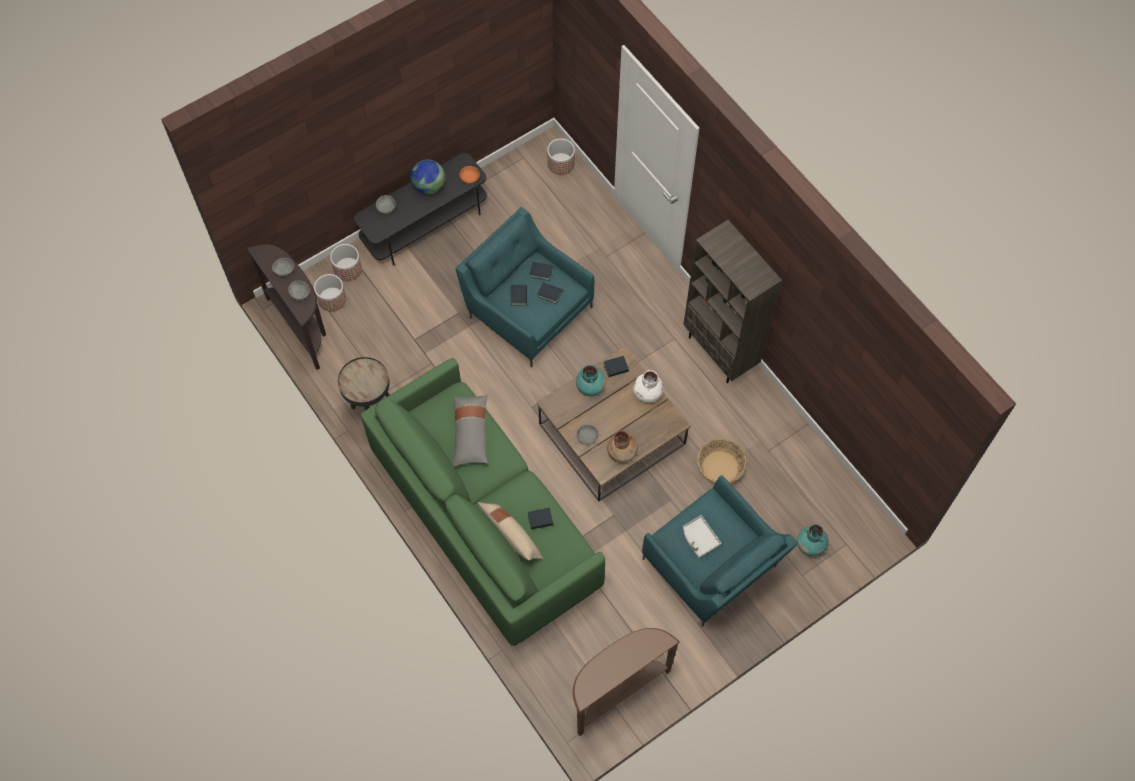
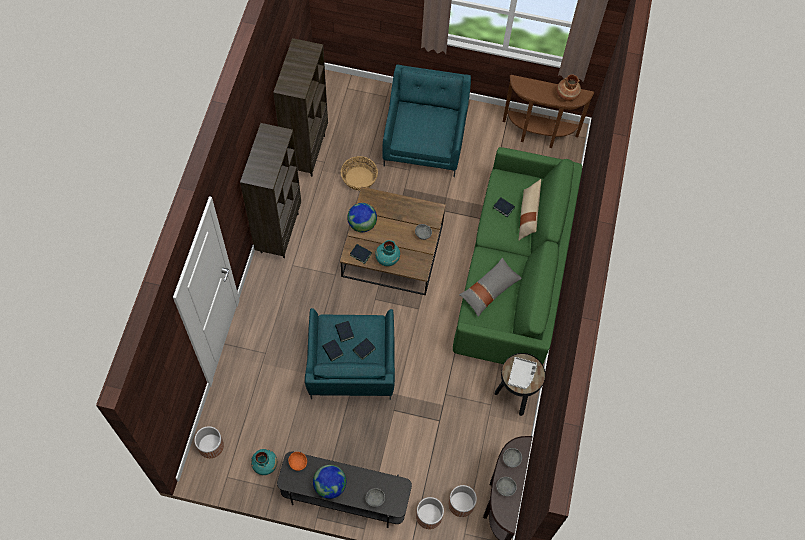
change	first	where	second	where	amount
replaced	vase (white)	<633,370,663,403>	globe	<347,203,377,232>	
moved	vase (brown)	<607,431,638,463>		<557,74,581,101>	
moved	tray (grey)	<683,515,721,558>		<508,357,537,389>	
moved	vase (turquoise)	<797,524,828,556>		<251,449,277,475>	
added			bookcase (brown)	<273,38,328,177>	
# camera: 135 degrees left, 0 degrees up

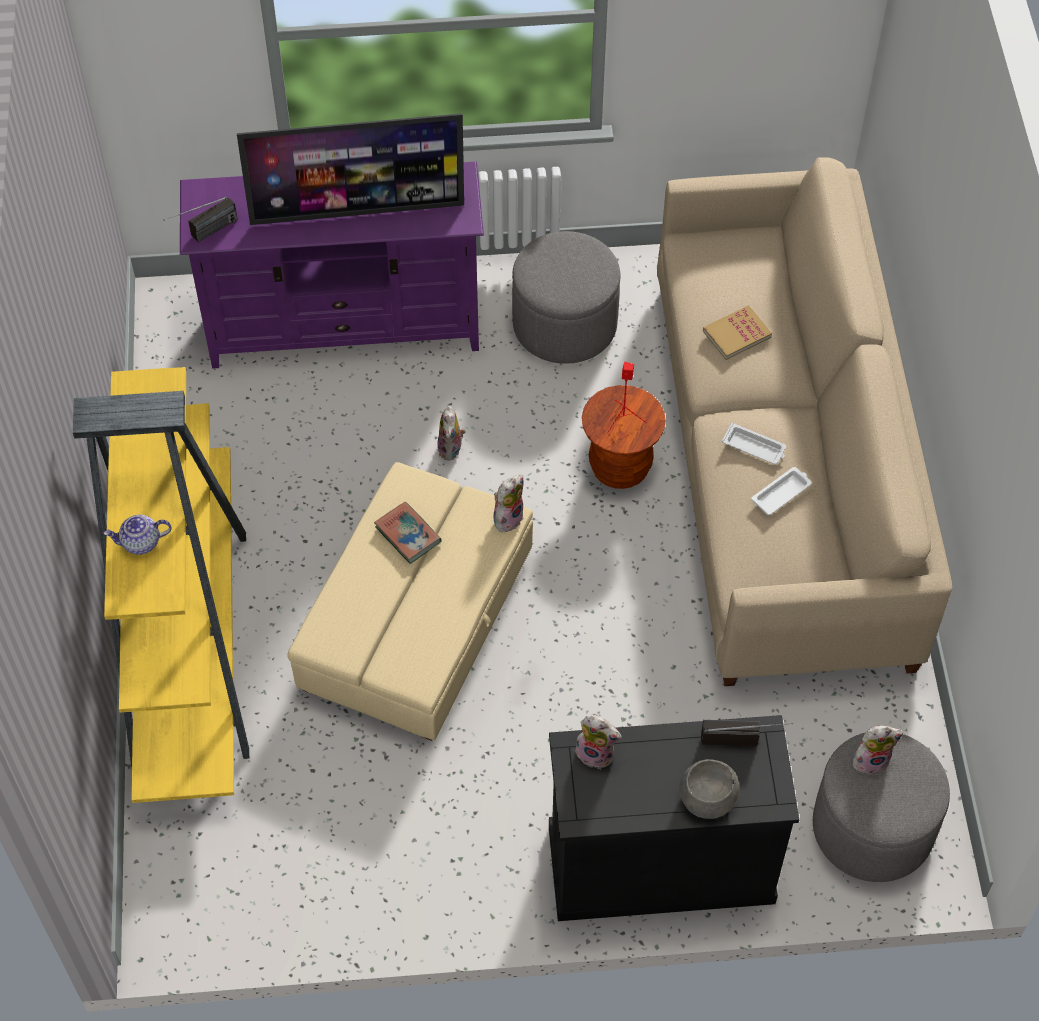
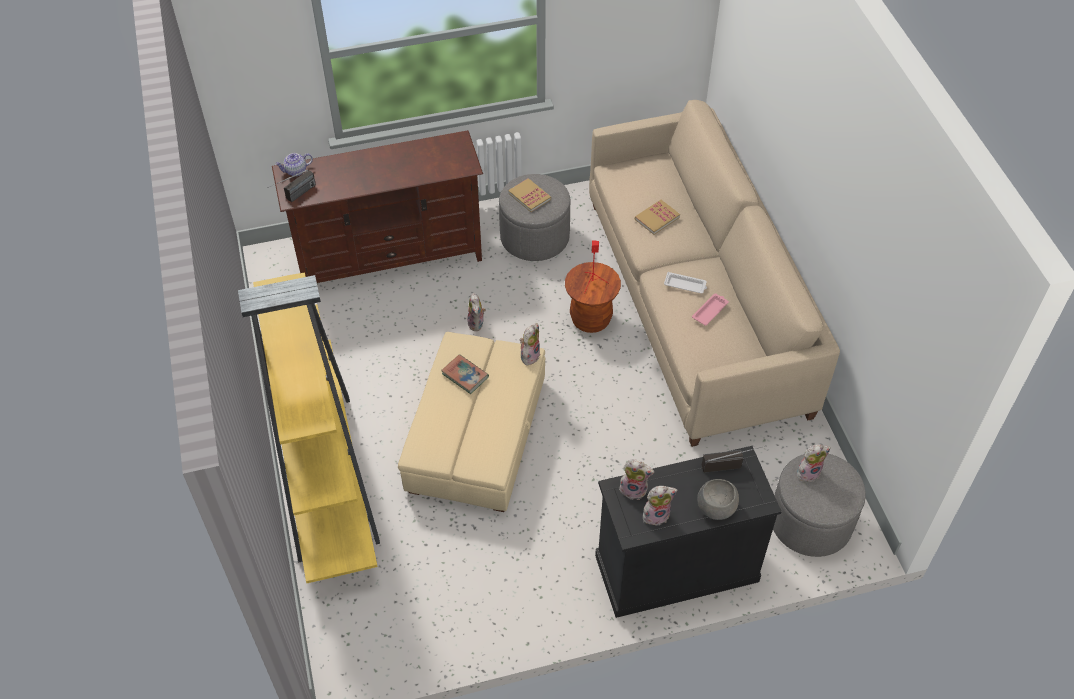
change	first	where	second	where	amount
removed	television	<237,113,464,225>			
recoloured	tv stand (purple)	<180,162,484,369>	tv stand (brown)	<272,130,483,283>	
recoloured	tray (white)	<751,467,812,515>	tray (pink)	<692,293,729,326>	
moved	teapot	<104,515,172,555>		<275,153,313,176>	
added			book	<508,178,551,212>	
added			plush toy	<643,486,678,526>	
# camera: 10 degrees left, 5 degrees down

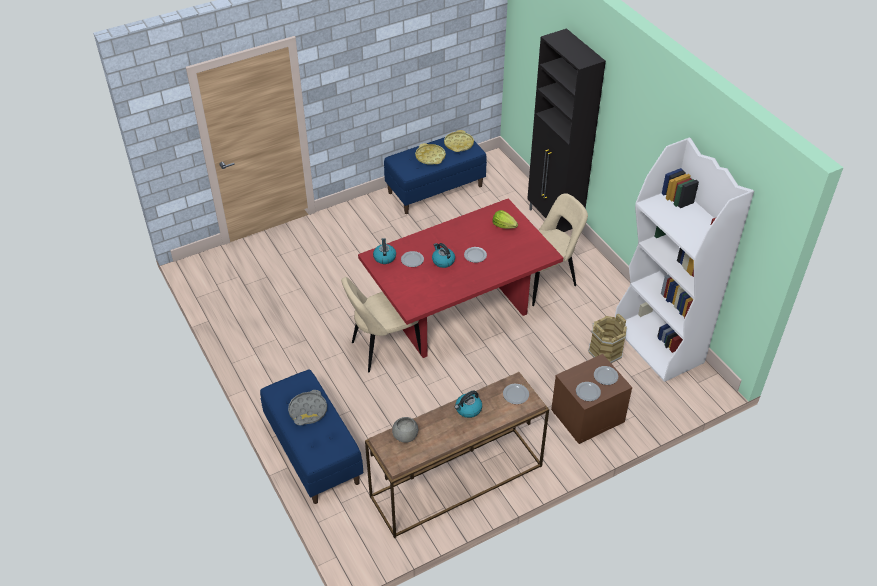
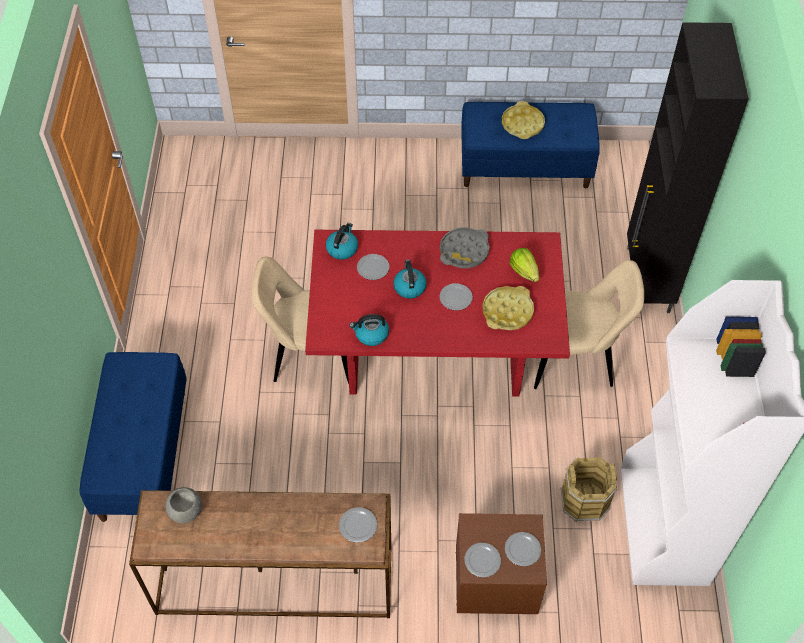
change	first	where	second	where	amount
moved	tray (yellow)	<444,130,474,152>		<482,286,534,330>	
moved	tray (grey)	<288,390,327,426>		<440,228,490,268>	
moved	kettle	<455,391,482,418>		<349,314,389,346>	
# camera: 30 degrees right, 10 degrees up

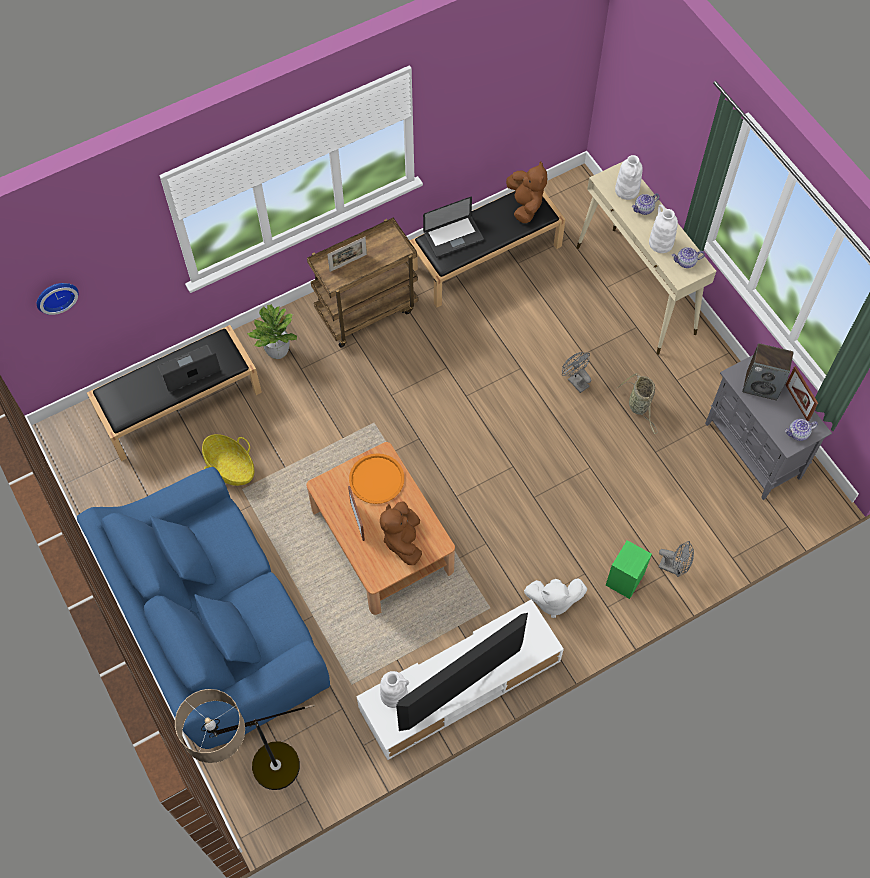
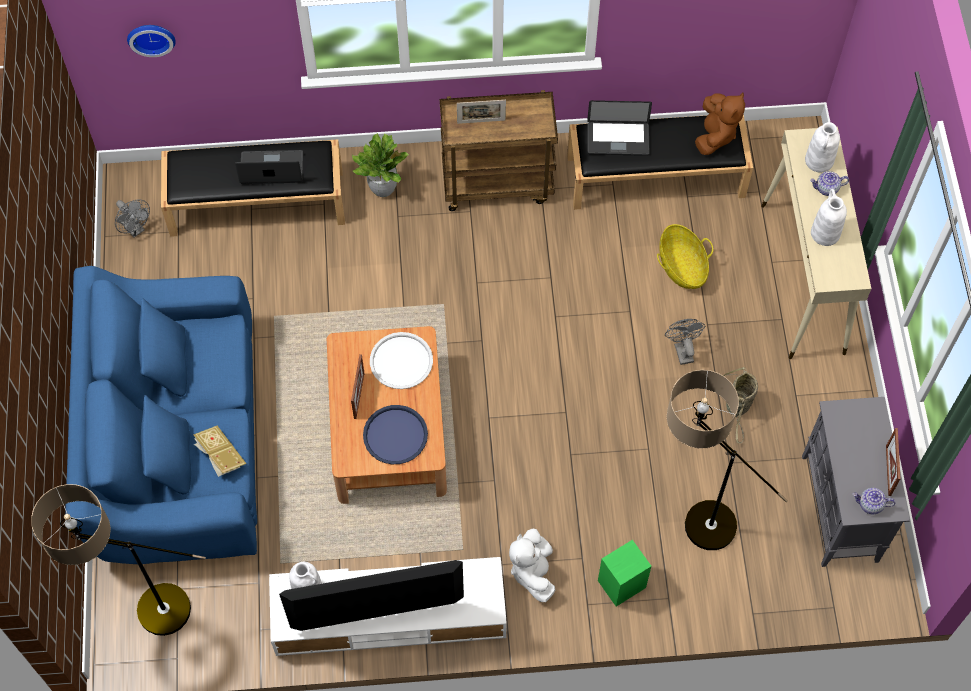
change	first	where	second	where	amount
removed	teapot	<672,247,705,268>			
removed	speaker	<742,343,794,400>			
moved	basket	<202,434,254,486>		<657,224,713,289>	
recoloured	tray (orange)	<349,453,404,504>	tray (white)	<370,332,433,389>	
replaced	plush toy (brown)	<380,502,422,565>	tray (blue)	<363,405,428,464>	
moved	fan (grey)	<659,541,694,577>		<115,199,150,237>	
turned	plush toy (white)	<524,579,587,618>		<509,529,555,602>	60 degrees clockwise
added			floor lamp	<666,370,788,550>	
added			book	<194,426,246,477>	
# camera: 25 degrees right, 0 degrees up

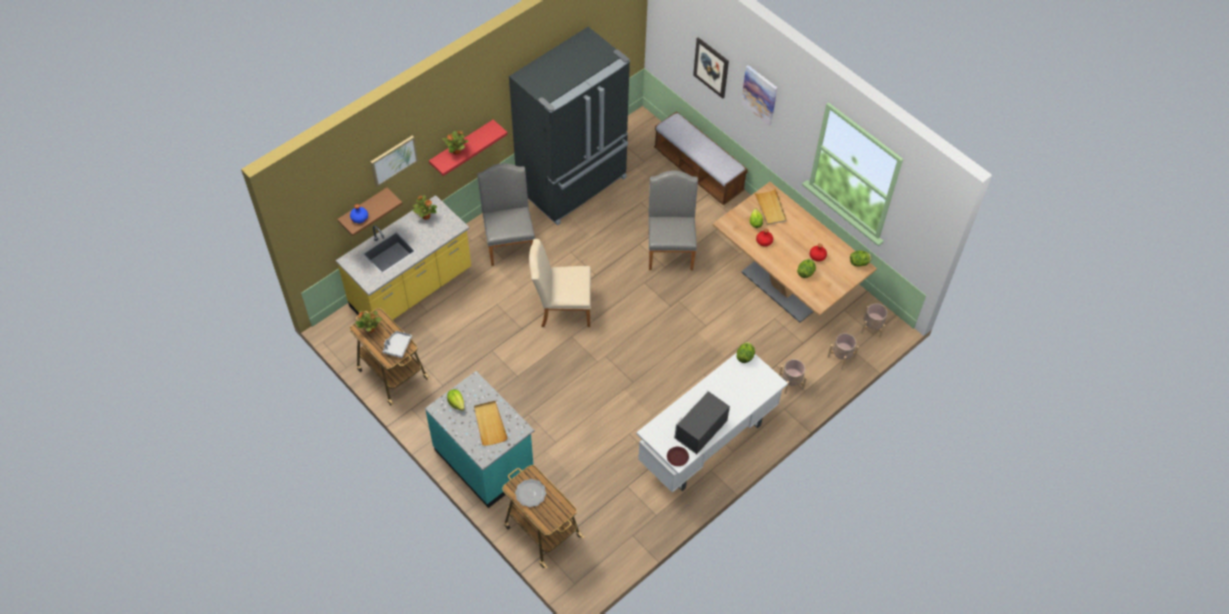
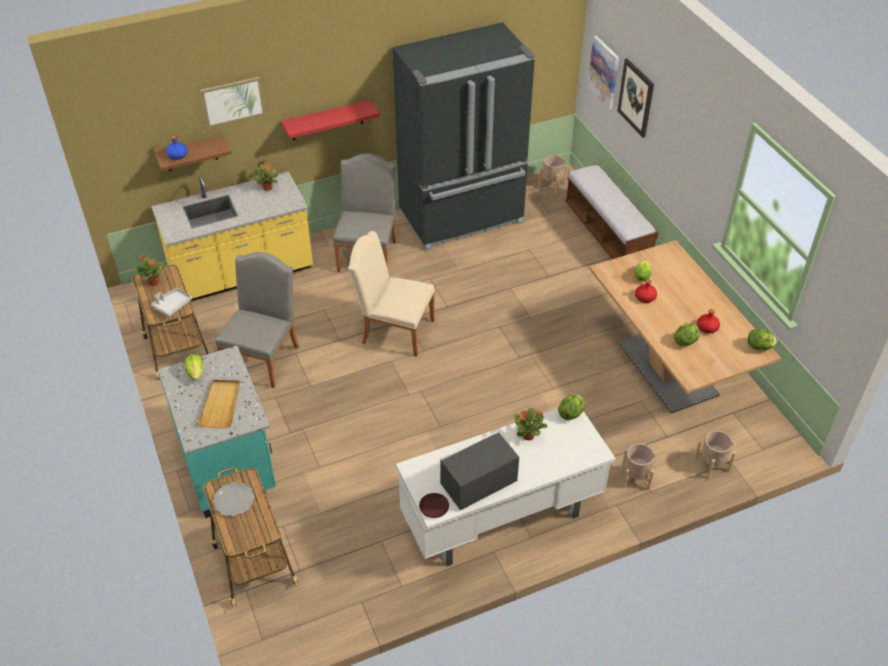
change	first	where	second	where	amount
moved	picture	<741,65,777,126>		<588,35,619,110>	
moved	potted plant	<442,131,468,155>		<512,408,547,440>	
moved	chair (grey)	<648,170,698,271>		<215,252,299,388>	
removed	tray (beige)	<754,188,787,225>			
moved	planter (beige)	<861,303,888,338>		<538,155,567,194>	
# camera: 20 degrees right, 10 degrees down

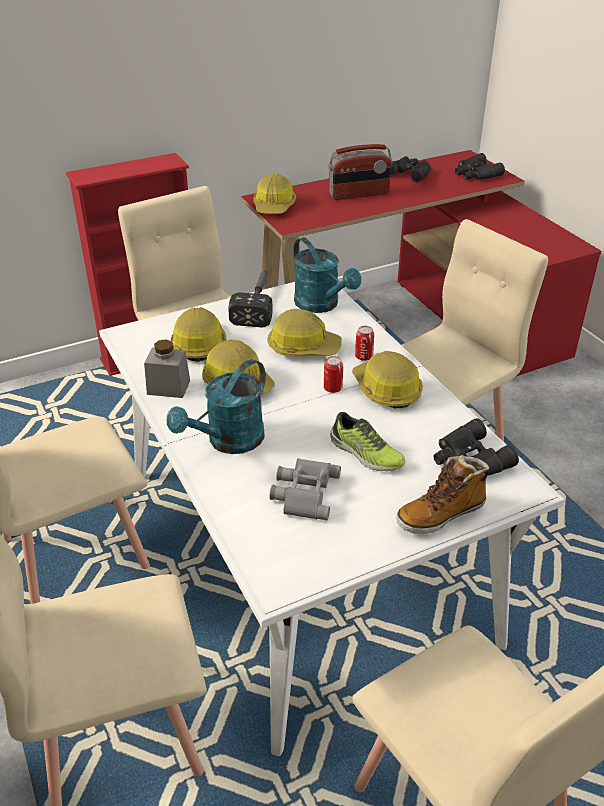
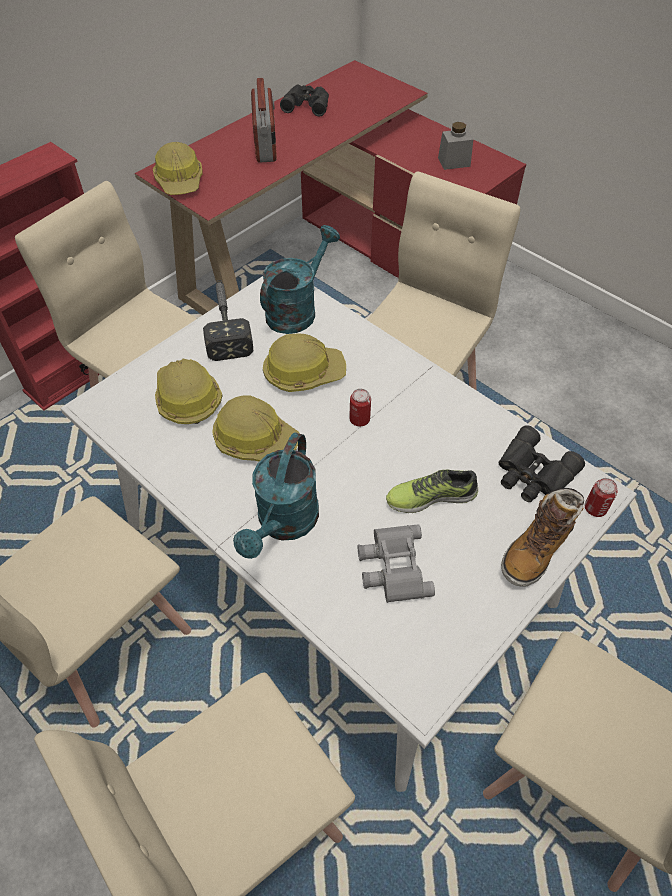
change	first	where	second	where	amount
turned	radio	<328,144,392,200>		<251,78,277,162>	60 degrees counterclockwise
removed	binoculars (black)	<455,153,505,180>			
turned	watering can (turquoise)	<293,237,361,313>		<260,225,340,334>	90 degrees counterclockwise
moved	can	<355,326,374,361>		<585,478,618,517>	
moved	jar (grey)	<144,339,190,398>		<438,122,473,170>	
removed	hard hat	<352,351,423,408>			
turned	shoe	<330,412,406,471>		<386,470,478,513>	150 degrees clockwise
# camera: 20 degrees left, 15 degrees up

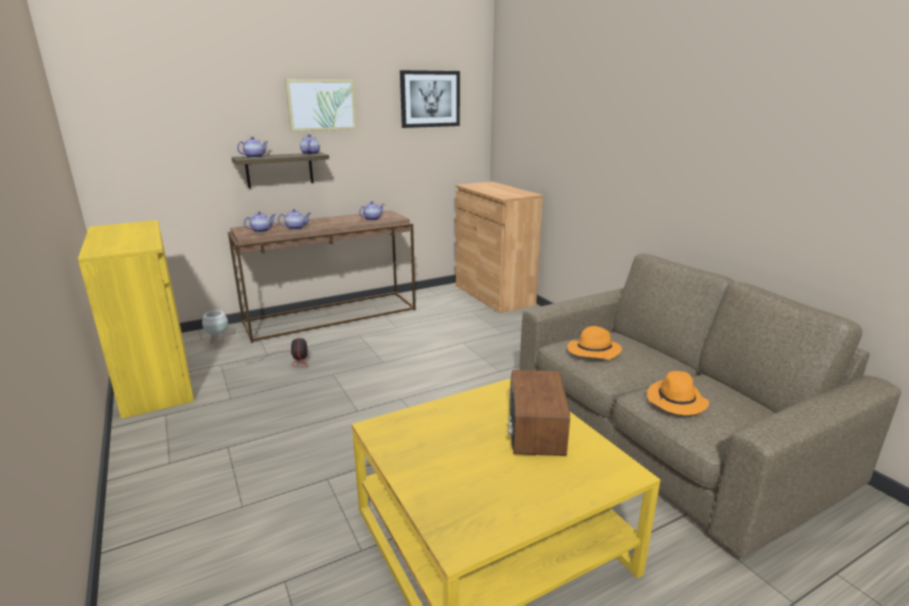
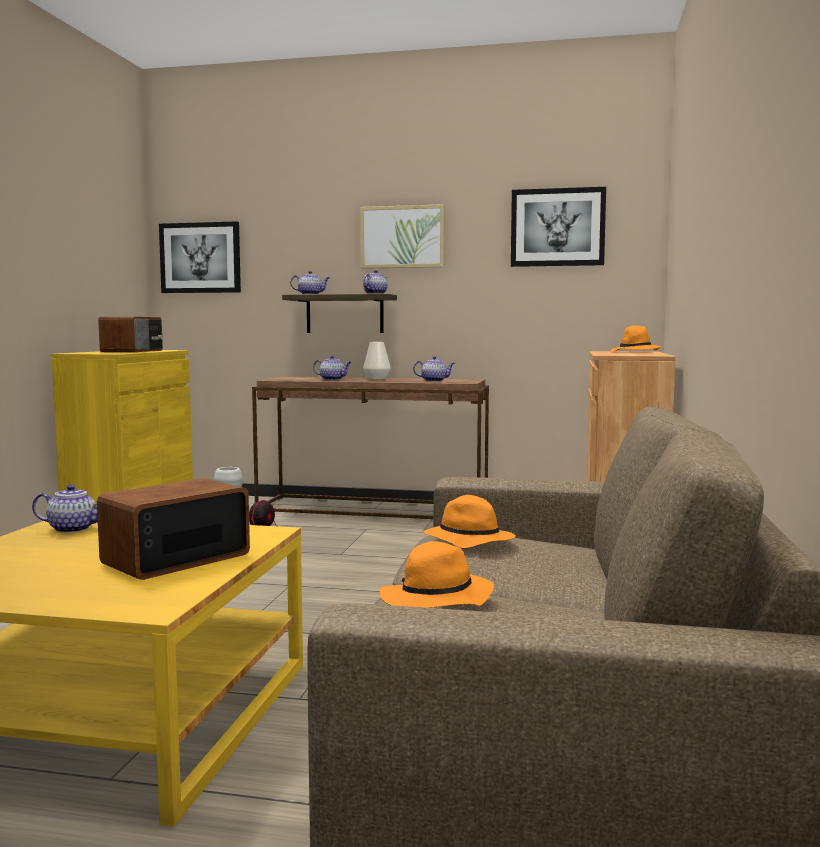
change	first	where	second	where	amount
moved	teapot	<244,211,275,232>		<32,484,98,533>	
added			picture	<159,221,241,293>	
added			radio	<98,317,163,352>	
added			hat (orange)	<611,326,662,353>	
added			vase (white)	<363,342,391,379>	
# camera: 40 degrees right, 15 degrees down

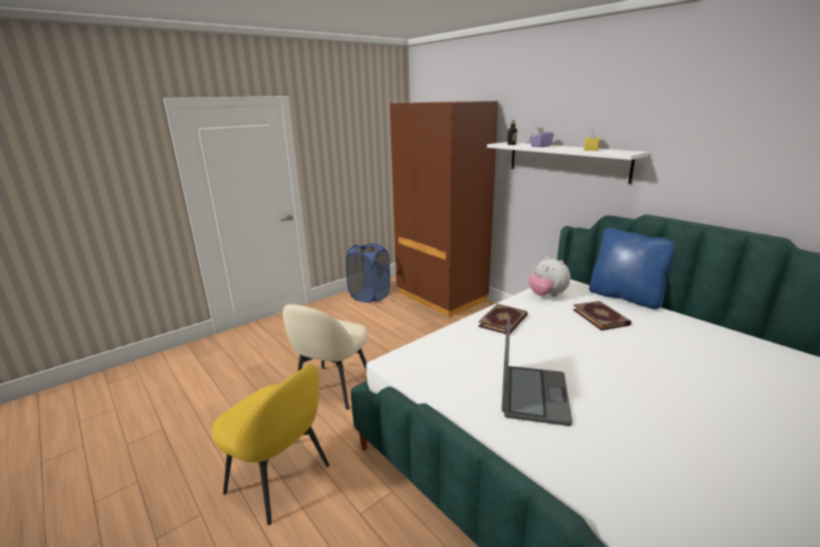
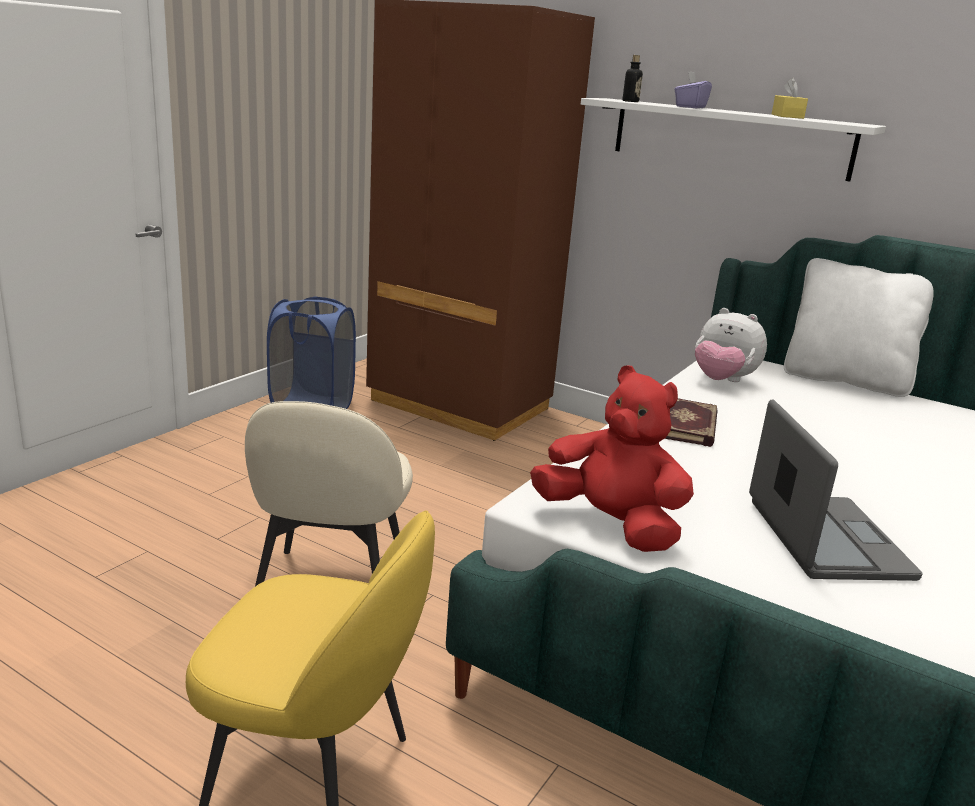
change	first	where	second	where	amount
recoloured	pillow (blue)	<589,228,675,309>	pillow (white)	<784,258,934,397>	
removed	book	<573,301,631,331>			
added			plush toy (red)	<530,365,694,552>	
# camera: 20 degrees left, 0 degrees up

